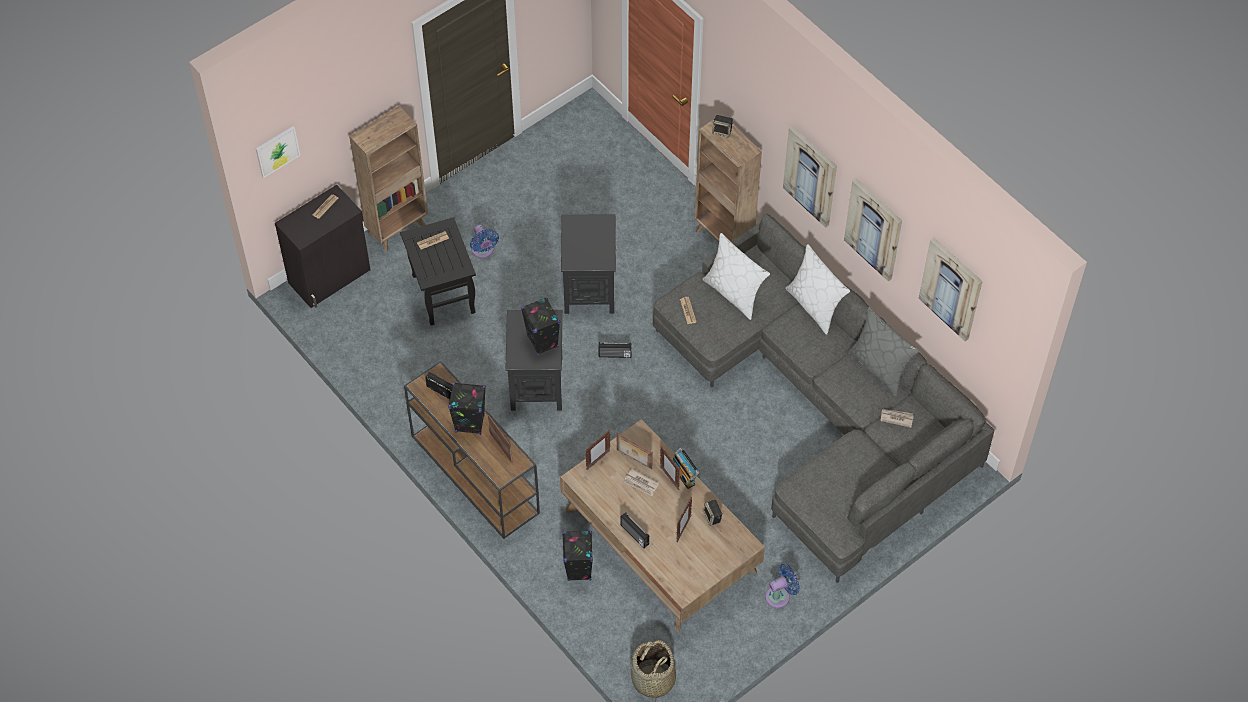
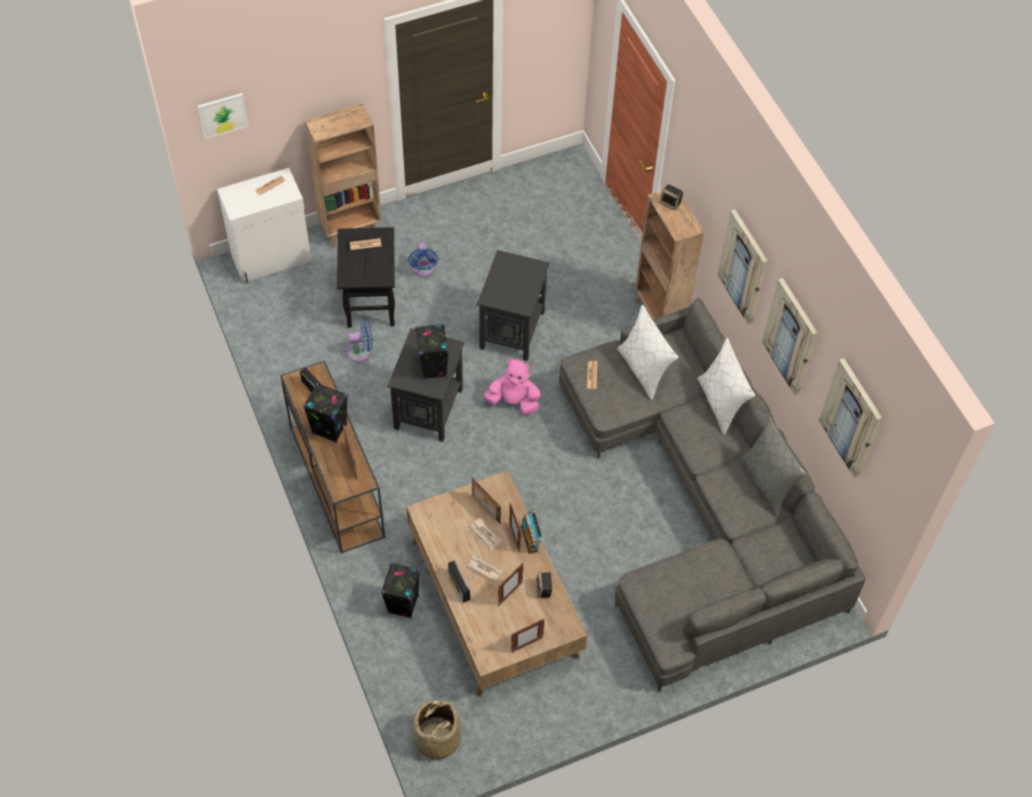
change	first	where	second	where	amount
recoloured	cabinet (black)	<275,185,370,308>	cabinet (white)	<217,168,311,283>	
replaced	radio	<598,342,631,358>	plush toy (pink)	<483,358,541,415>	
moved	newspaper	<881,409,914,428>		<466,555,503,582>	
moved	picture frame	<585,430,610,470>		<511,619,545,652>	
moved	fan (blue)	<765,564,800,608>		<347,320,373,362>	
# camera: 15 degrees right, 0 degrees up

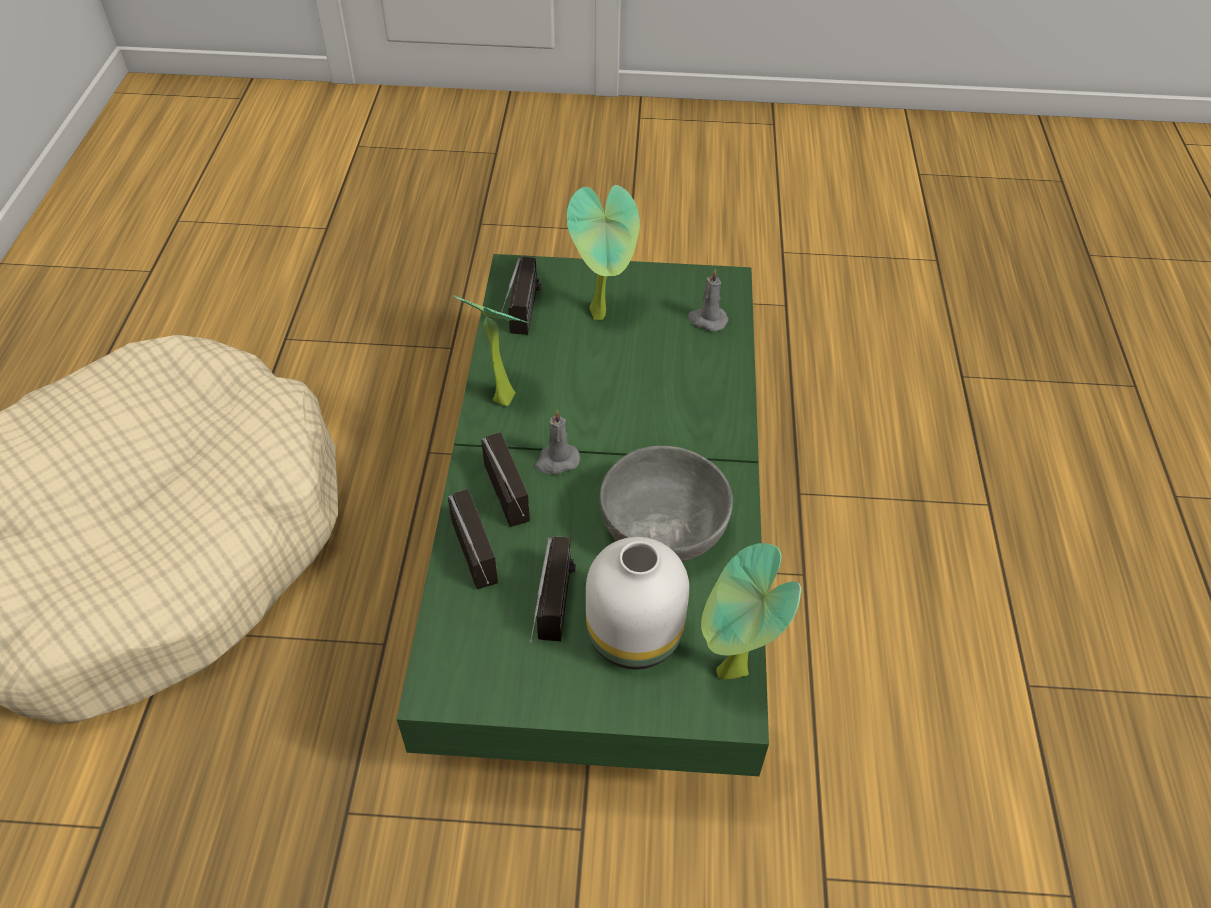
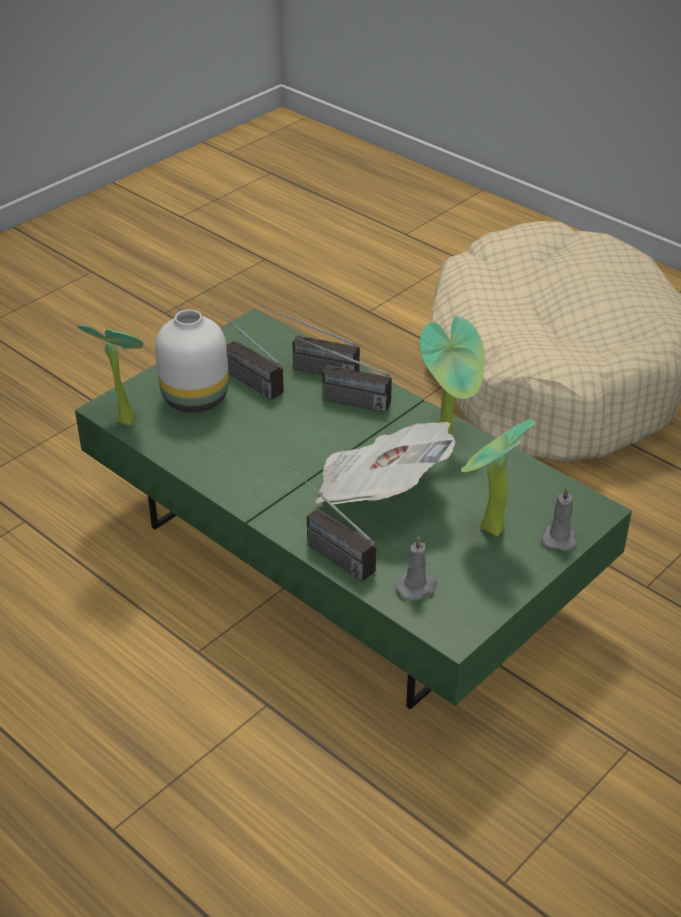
change	first	where	second	where	amount
moved	radio	<501,257,541,335>		<288,465,376,582>	
moved	candle (grey)	<535,410,580,474>		<541,487,576,551>	
removed	bowl (grey)	<600,446,733,562>			
added			newspaper	<315,422,455,504>	
# camera: 130 degrees right, 10 degrees down

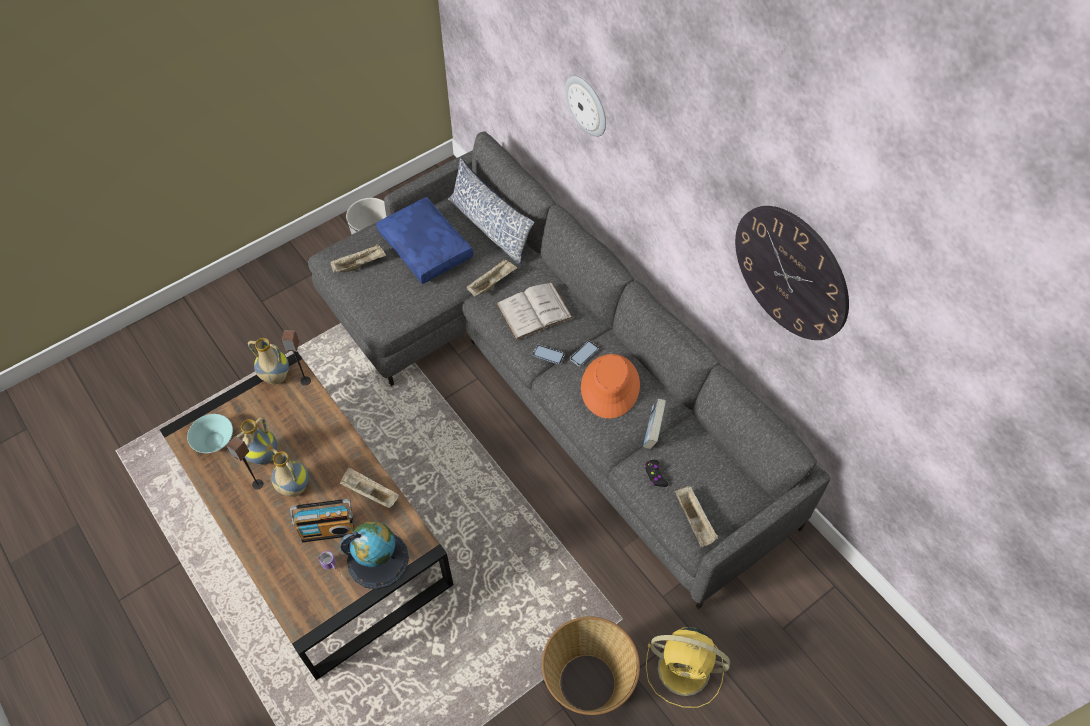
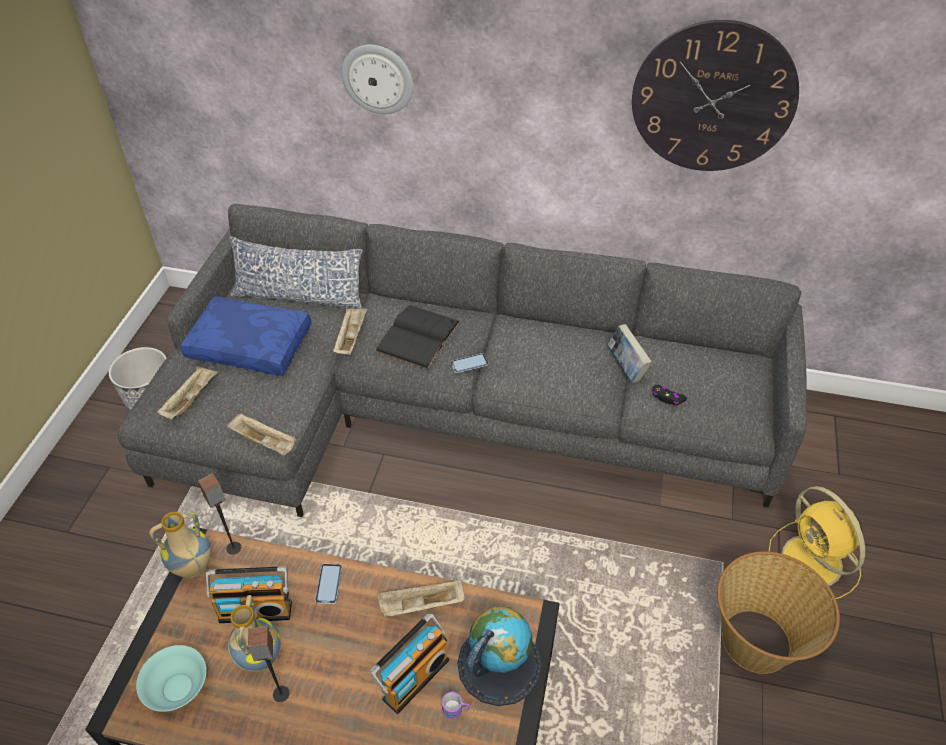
change	first	where	second	where	amount
recoloured	book (white)	<496,283,573,340>	book (black)	<375,305,460,369>	
moved	phone	<570,341,599,367>		<315,564,342,604>	
removed	hat (orange)	<581,354,640,419>			
removed	vase	<271,448,309,497>			
moved	tray (beige)	<675,486,718,547>		<227,413,296,456>	
turned	fan (yellow)	<646,627,730,708>		<769,486,865,599>	90 degrees clockwise
added			radio	<206,566,292,623>	
# camera: 40 degrees left, 10 degrees down

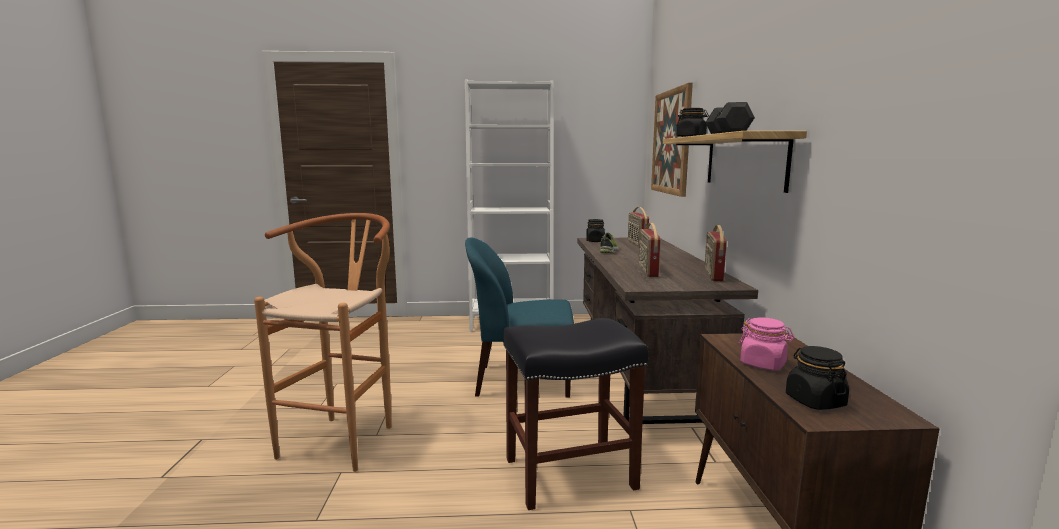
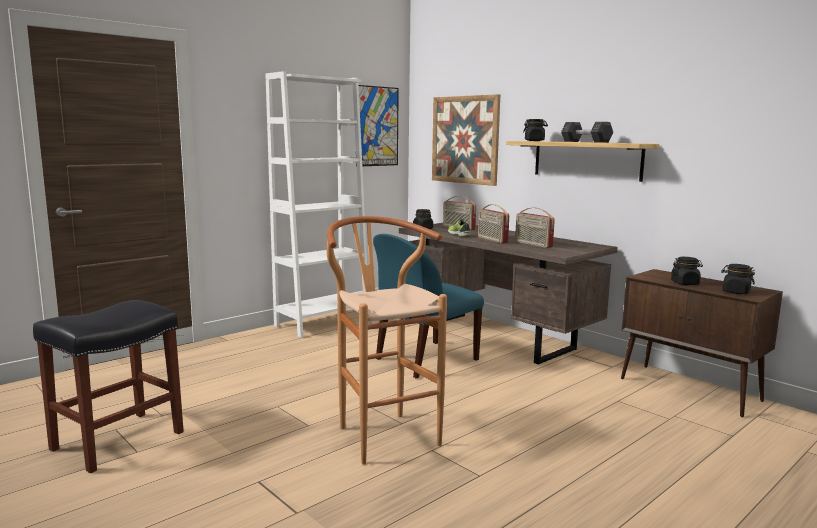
change	first	where	second	where	amount
moved	radio	<705,225,727,282>		<478,204,509,243>	
recoloured	jar (pink)	<739,317,795,370>	jar (black)	<671,257,703,285>	
moved	stool (black)	<503,318,648,510>		<33,300,184,473>	
added			picture	<356,85,399,167>	
# camera: 40 degrees left, 0 degrees up

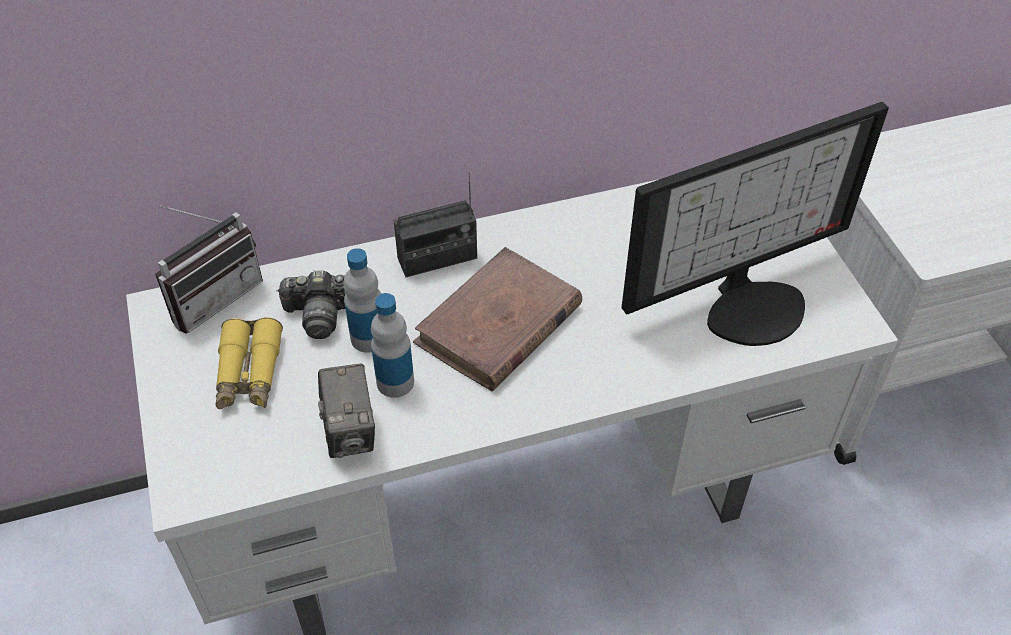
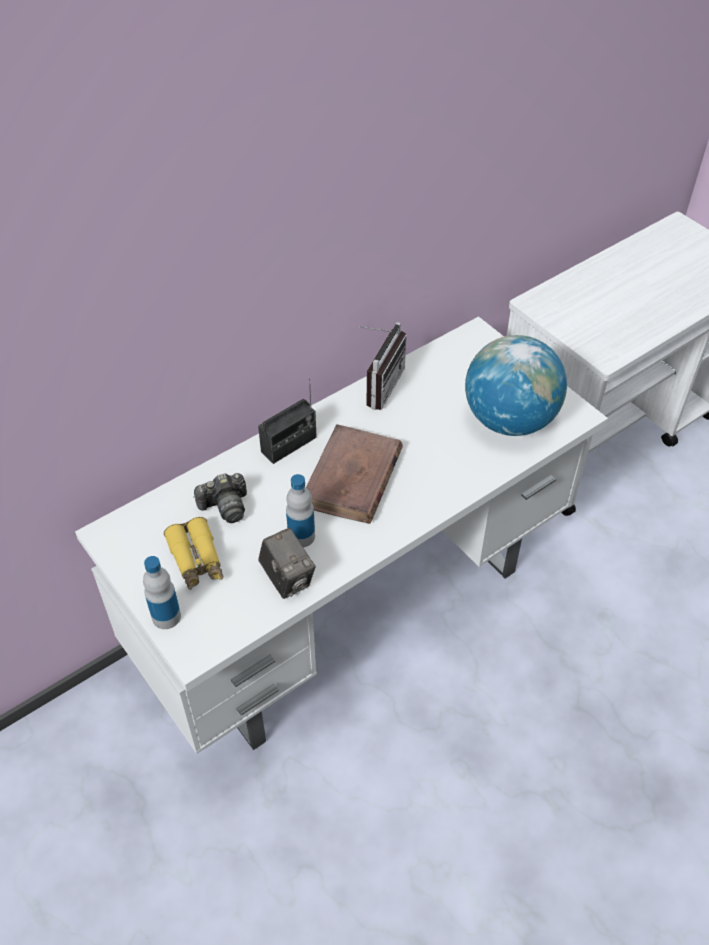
change	first	where	second	where	amount
replaced	monitor	<622,102,889,346>	globe	<465,335,567,436>	
moved	radio	<155,205,263,334>		<359,322,407,410>	
moved	bottle	<343,248,381,353>		<143,556,181,629>	
# camera: 20 degrees left, 0 degrees up

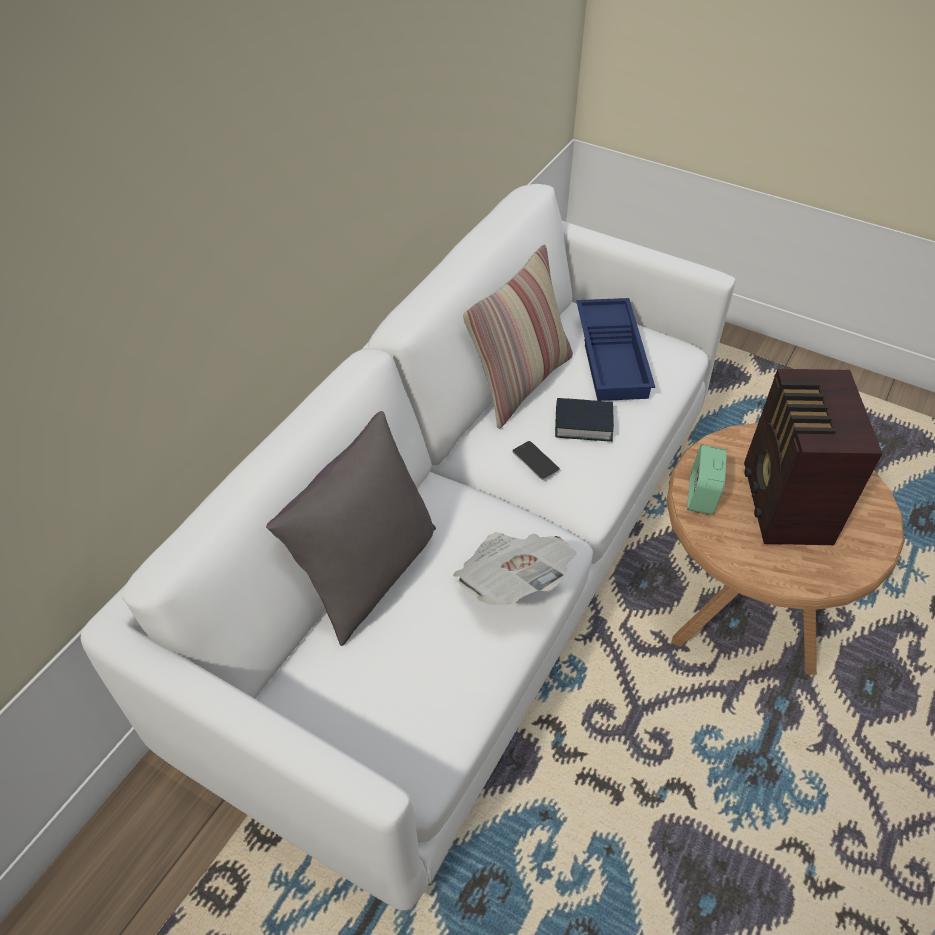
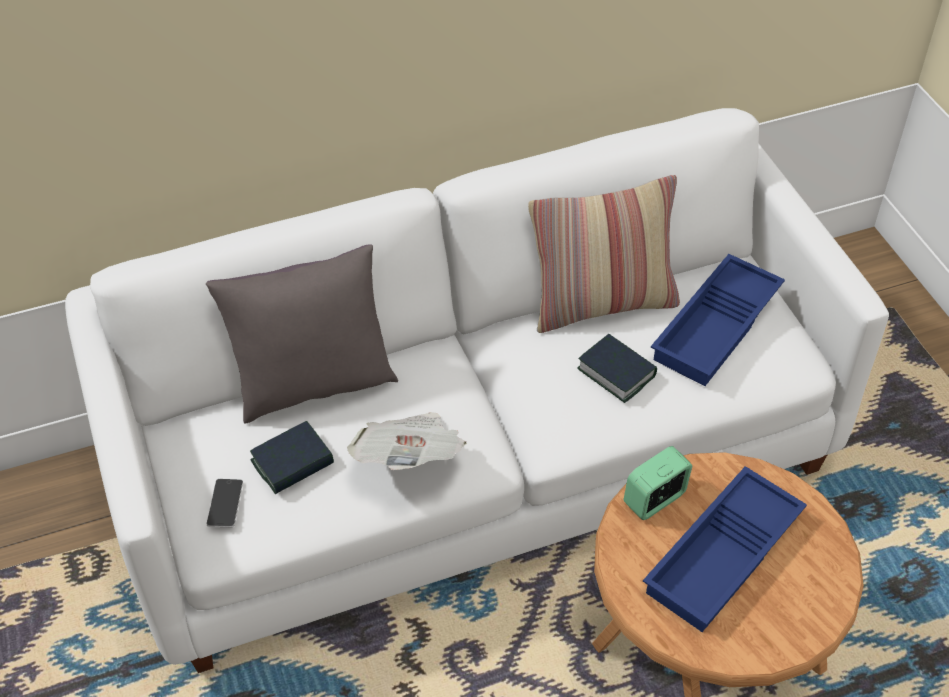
change	first	where	second	where	amount
replaced	radio	<744,369,882,545>	tray (blue)	<643,466,807,632>	
moved	phone	<512,441,560,480>		<207,479,243,528>	
added			book	<250,421,334,494>	
# camera: 40 degrees right, 0 degrees up

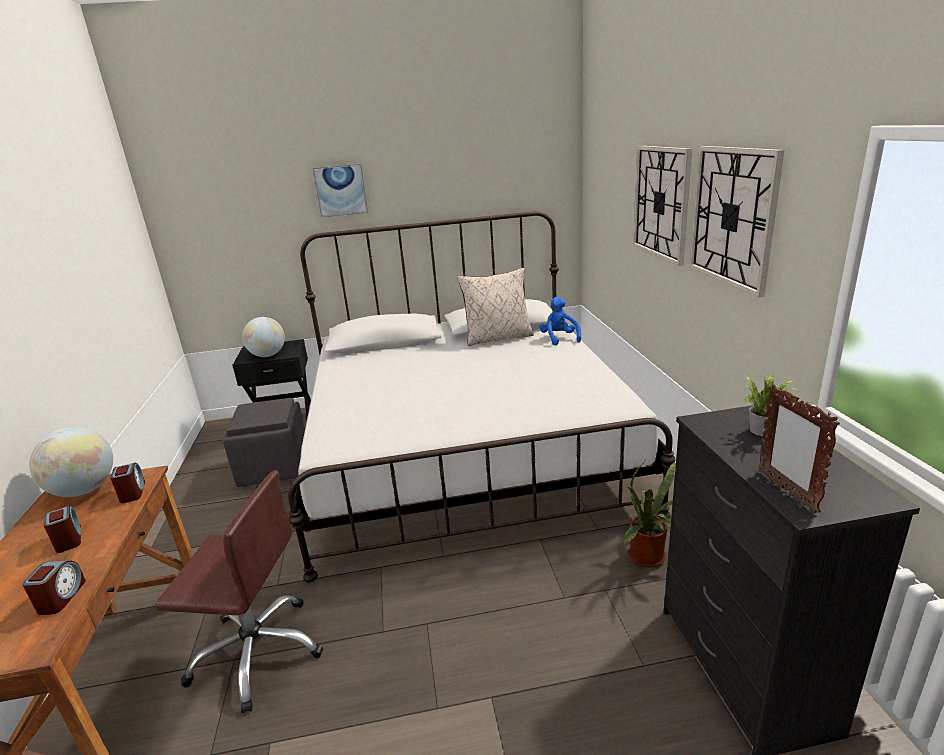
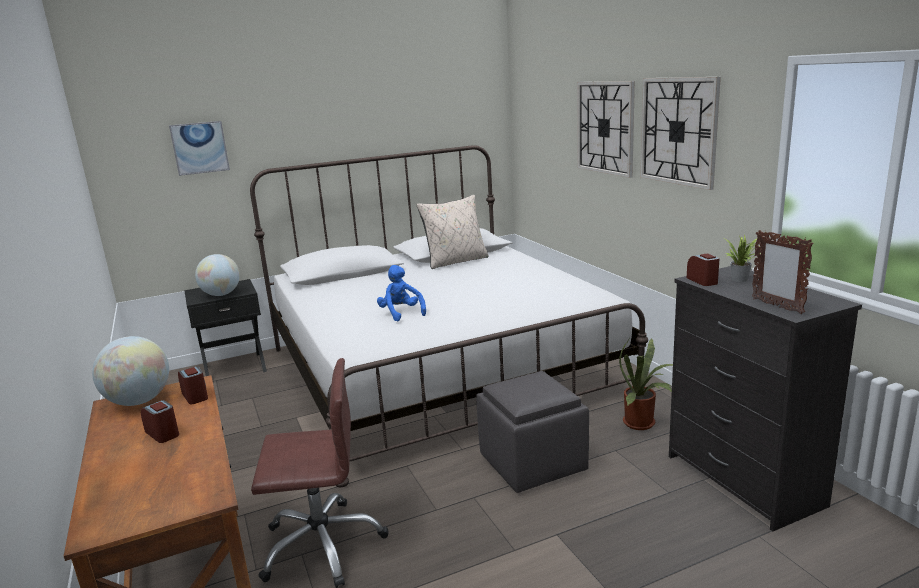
change	first	where	second	where	amount
moved	picture	<313,164,368,217>		<169,121,230,176>	
moved	plush toy (blue)	<539,297,581,346>		<377,265,426,321>	
moved	ottoman (grey)	<223,398,305,487>		<476,371,589,493>	
moved	alarm clock	<23,561,86,615>		<687,253,720,286>	
# camera: 15 degrees left, 5 degrees down

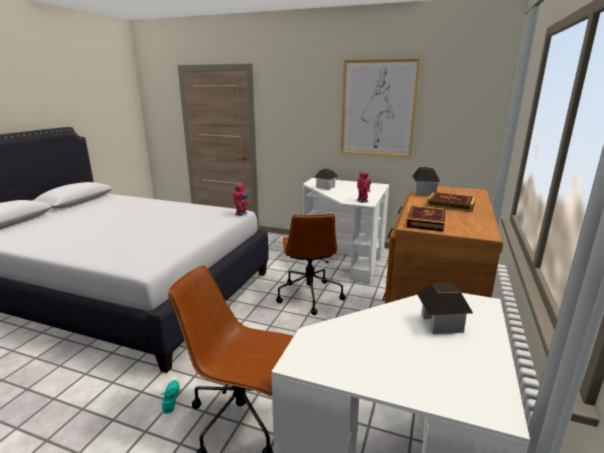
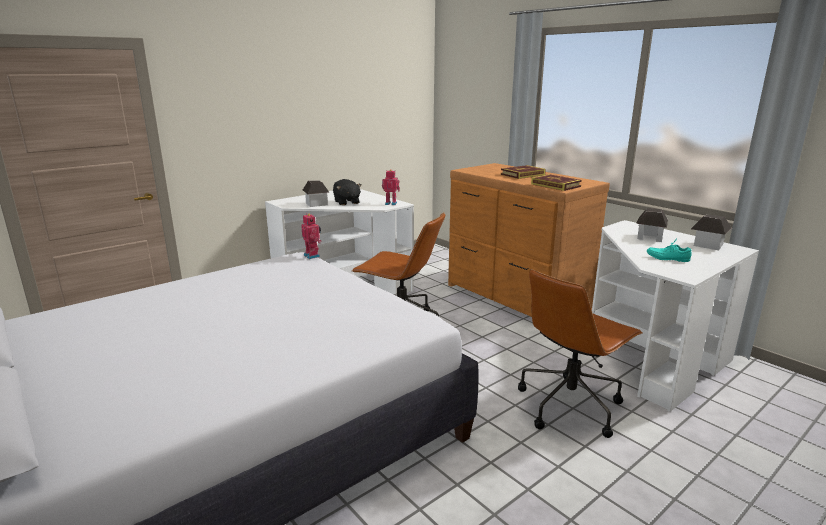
change	first	where	second	where	amount
removed	picture	<341,59,420,157>			
moved	toy house	<412,167,440,196>		<691,214,732,250>	
moved	shoe (turquoise)	<161,380,181,414>		<647,237,692,262>	
added			plush toy (black)	<333,179,361,205>	
# camera: 60 degrees left, 0 degrees up

